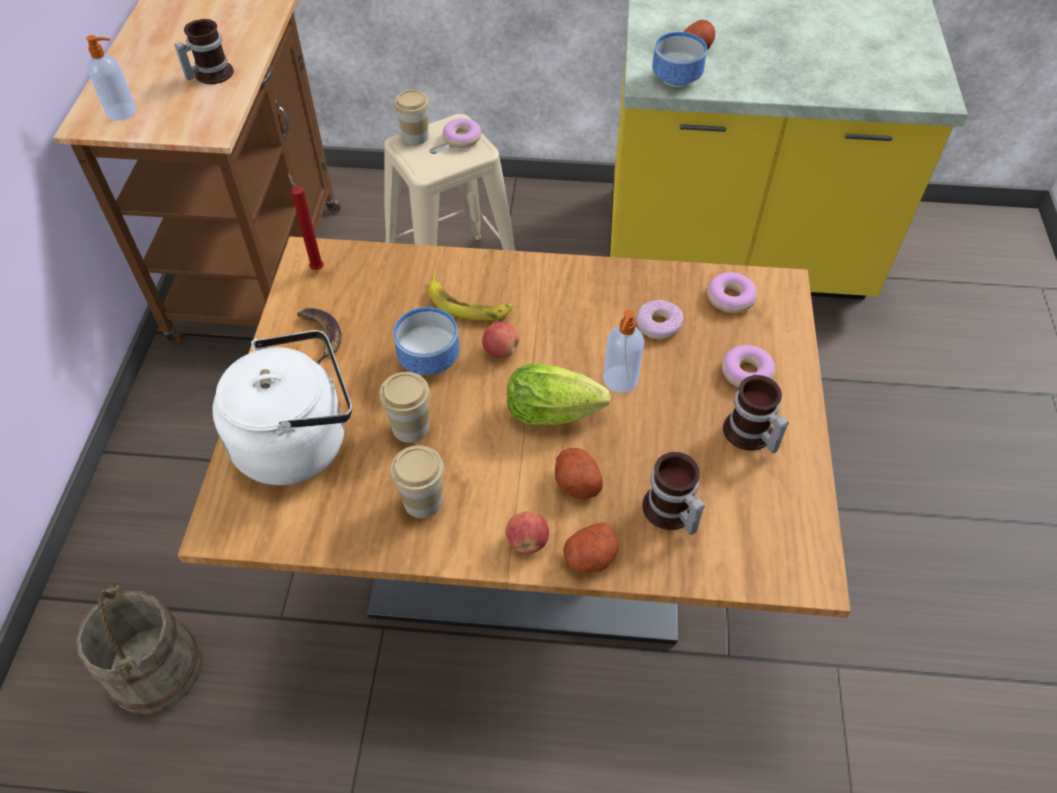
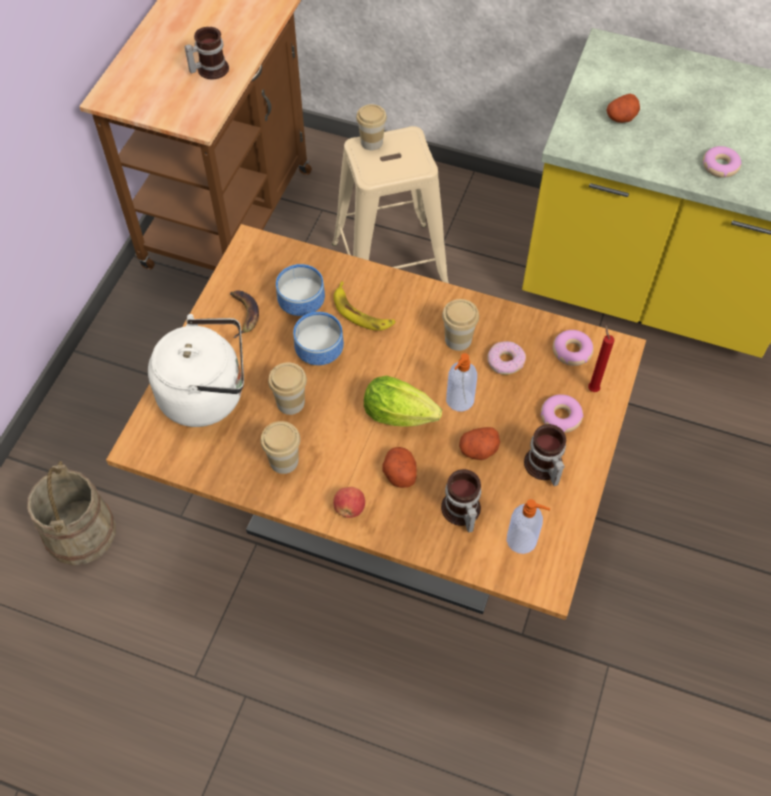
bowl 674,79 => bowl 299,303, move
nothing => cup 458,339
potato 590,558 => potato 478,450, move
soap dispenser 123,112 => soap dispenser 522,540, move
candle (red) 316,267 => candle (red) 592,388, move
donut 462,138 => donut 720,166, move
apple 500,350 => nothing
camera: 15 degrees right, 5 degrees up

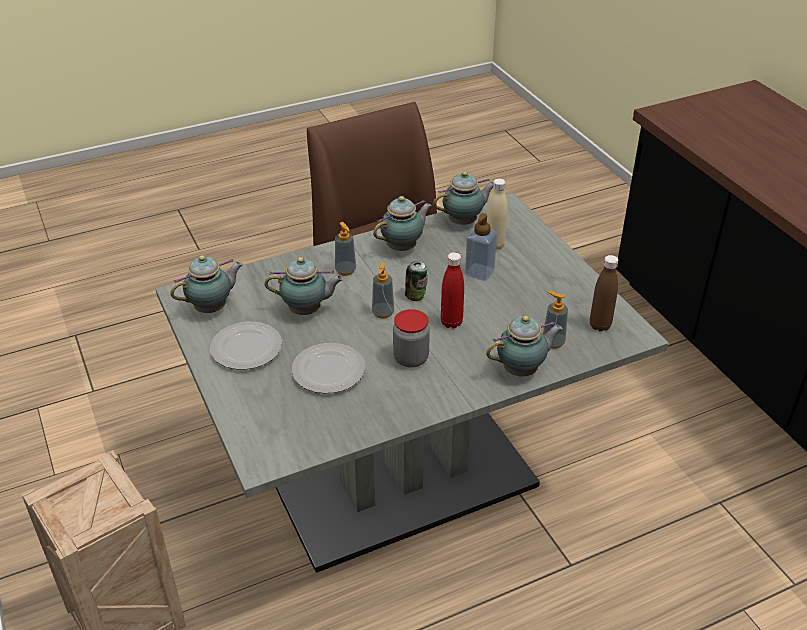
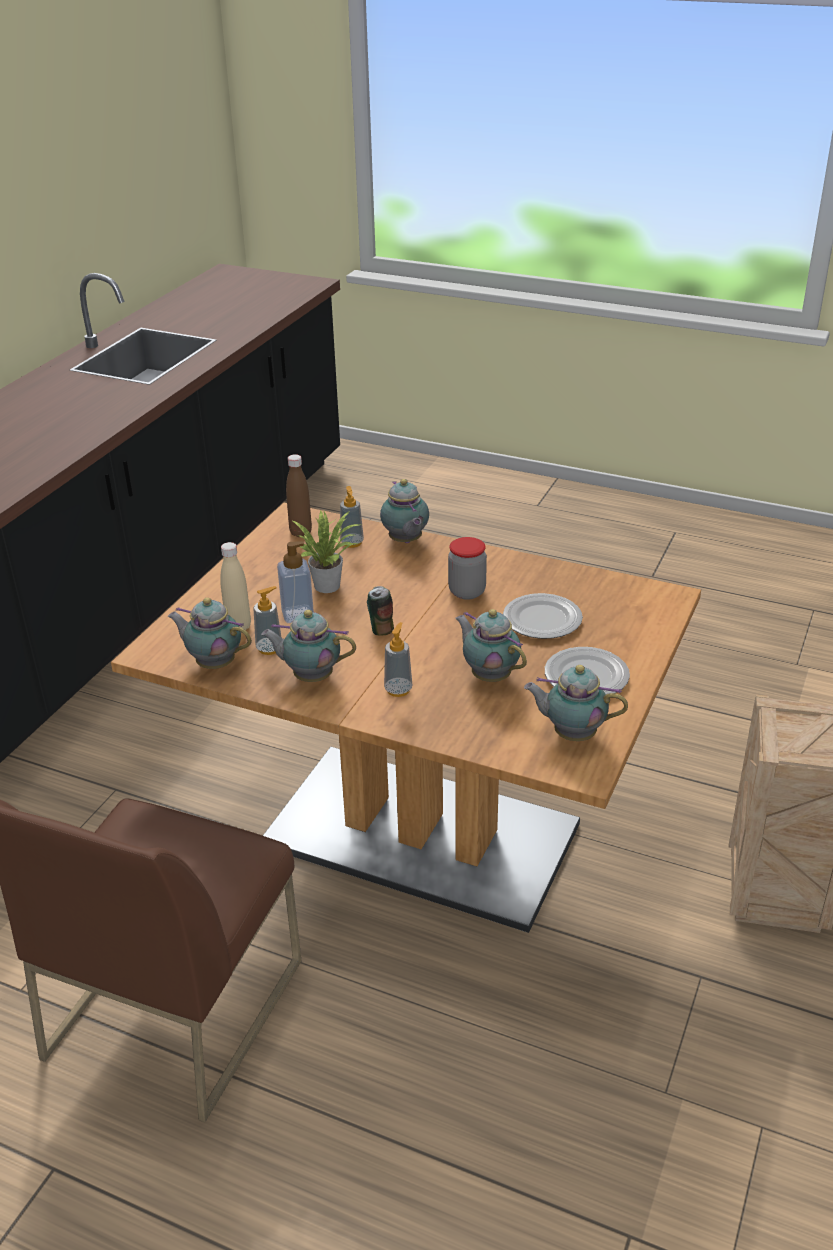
dining table (grey) 403,481 => dining table (brown) 421,835
soap dispenser 383,313 => soap dispenser 269,648, move
nothing => potted plant 330,585
teapot 522,370 => teapot 405,541, 135 degrees counterclockwise
bottle (red) 451,322 => nothing
camera: 130 degrees left, 5 degrees down

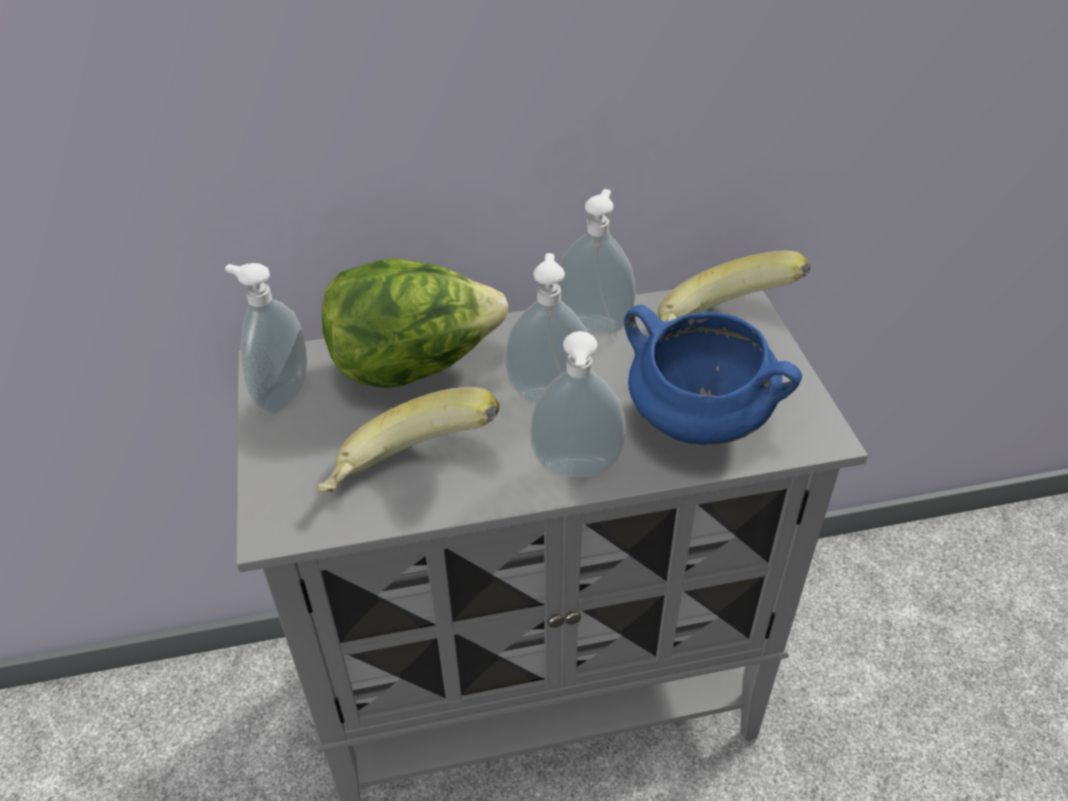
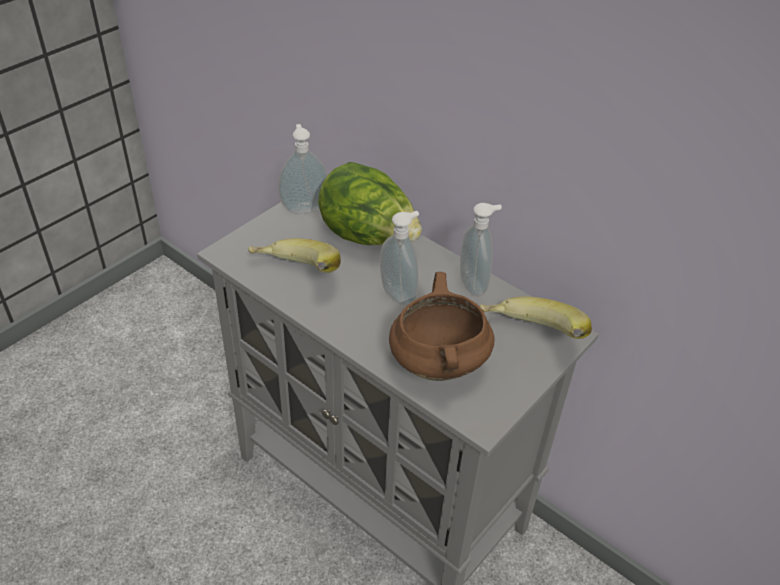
cooking pot (blue) 695,422 => cooking pot (brown) 437,362
soap dispenser 576,471 => nothing
camera: 50 degrees right, 0 degrees up

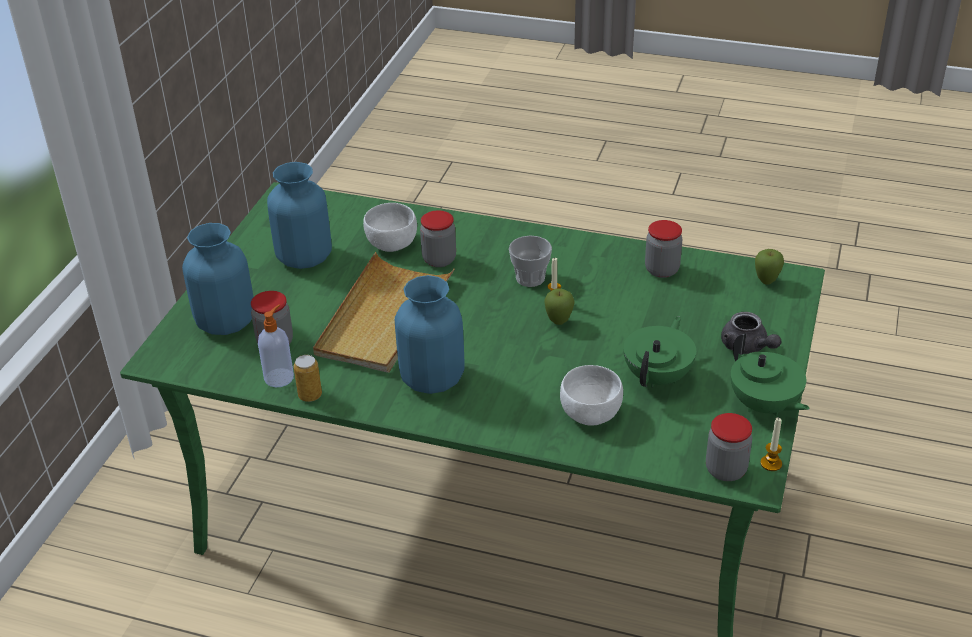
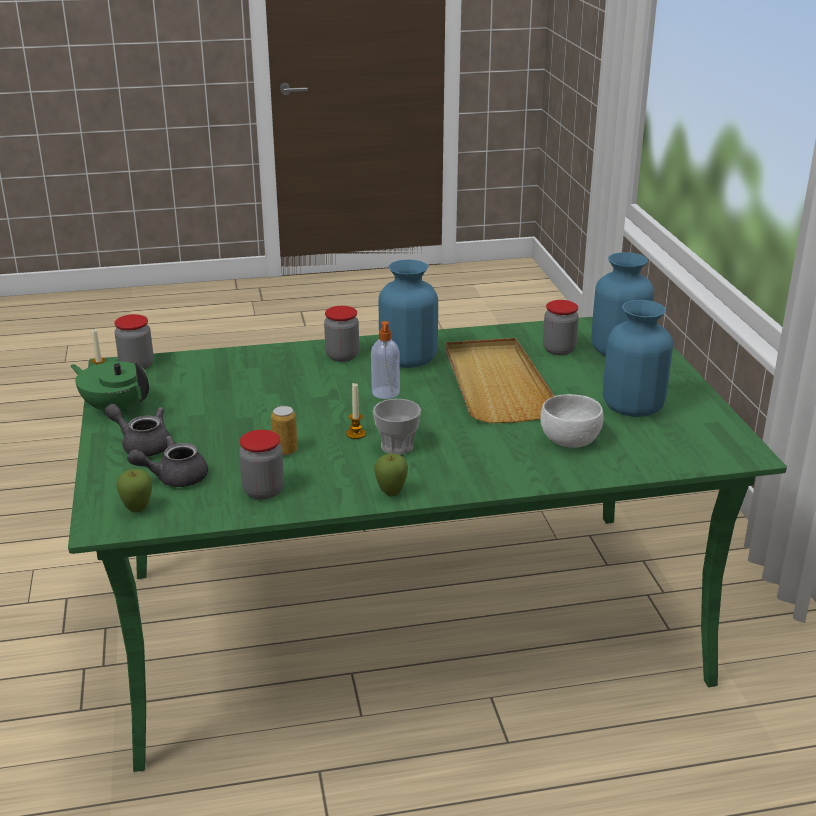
nothing => teapot (grey) 174,477
can 310,395 => can 285,450, move
jar 439,259 => jar 342,356, move
soap dispenser 279,377 => soap dispenser 385,393, move
apple 559,322 => apple 391,493, move
bowl (white) 590,413 => nothing
teapot (green) 658,376 => nothing
camera: 150 degrees right, 10 degrees down

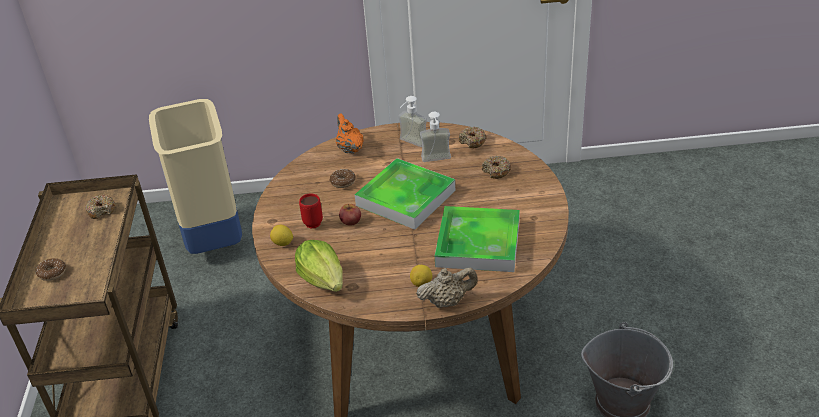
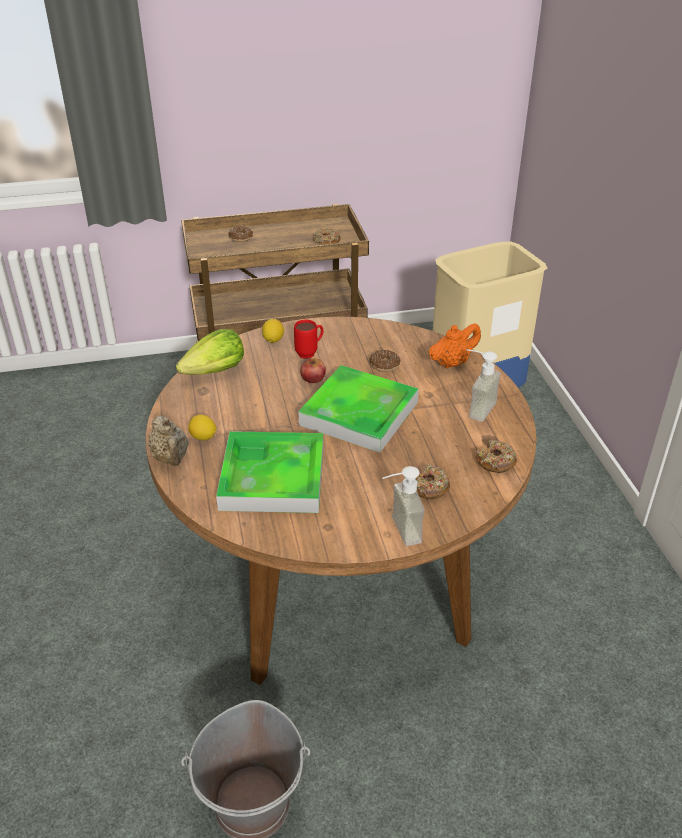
soap dispenser 437,161 => soap dispenser 397,531, move
camera: 80 degrees right, 0 degrees up

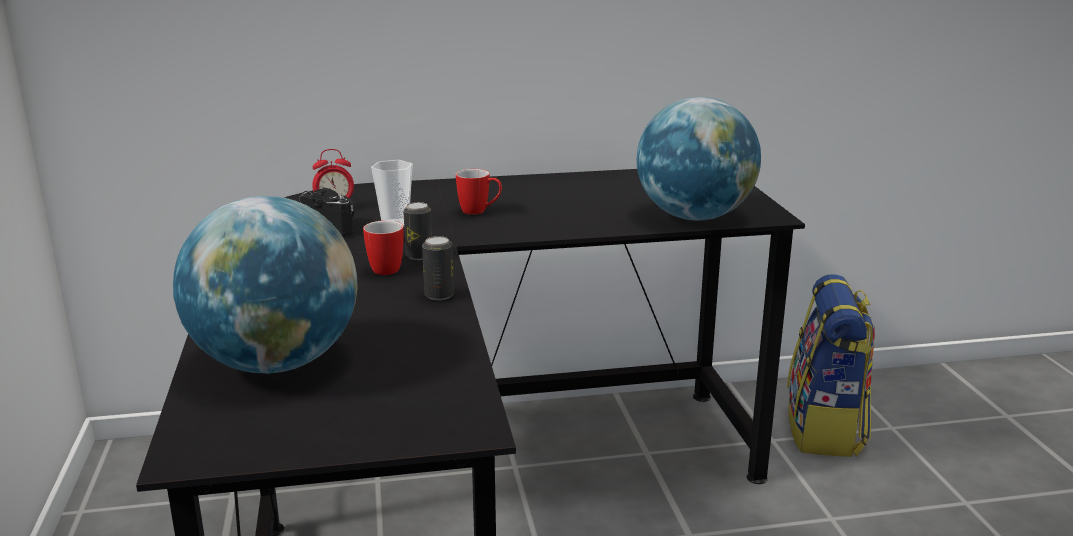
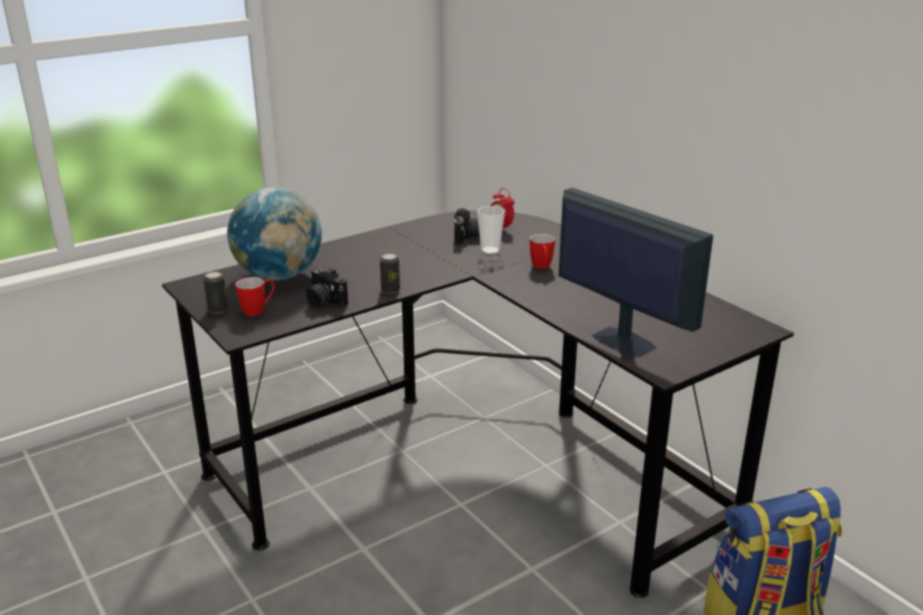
can 419,256 => can 217,310, move
mug 385,267 => mug 258,310, move
nothing => photo camera 324,301
globe 694,217 => monitor 622,341
camera: 65 degrees right, 5 degrees up

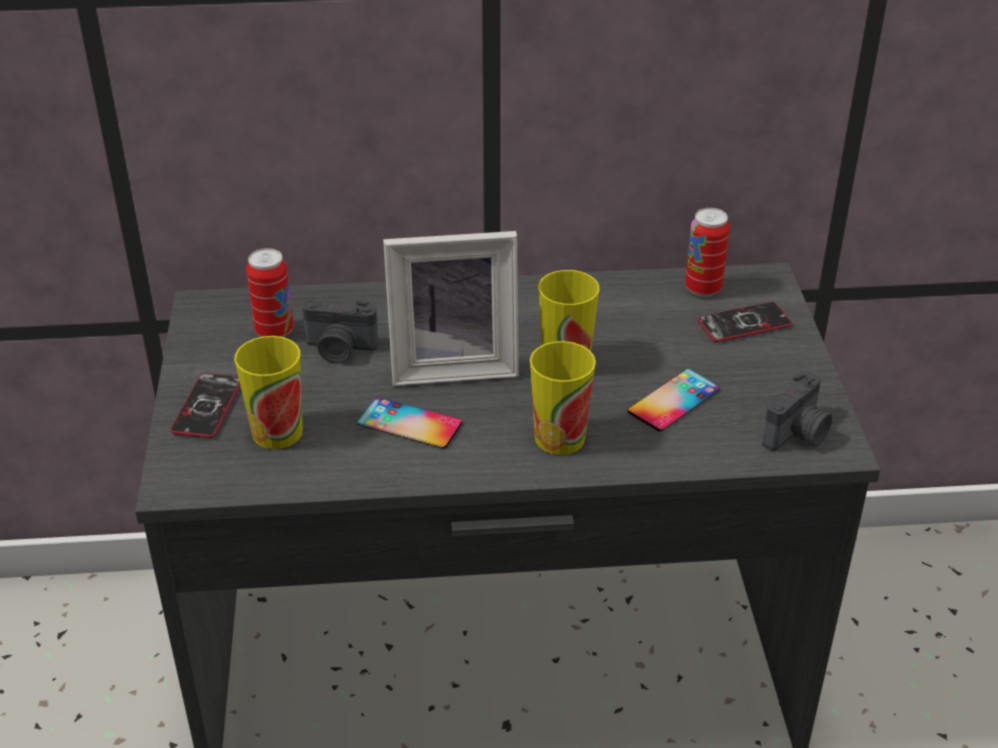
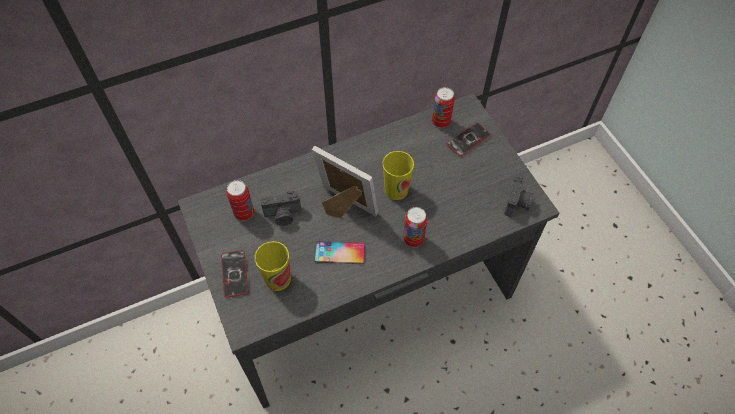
picture frame 453,365 => picture frame 343,208, 120 degrees counterclockwise
cup 559,438 => can 413,239
phone 673,400 => nothing
camera: 20 degrees left, 20 degrees up

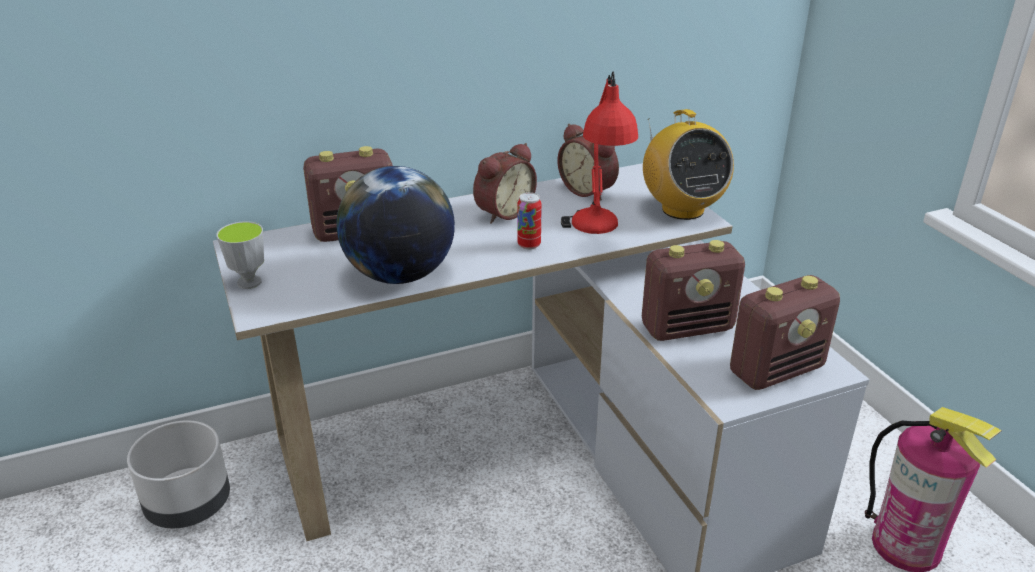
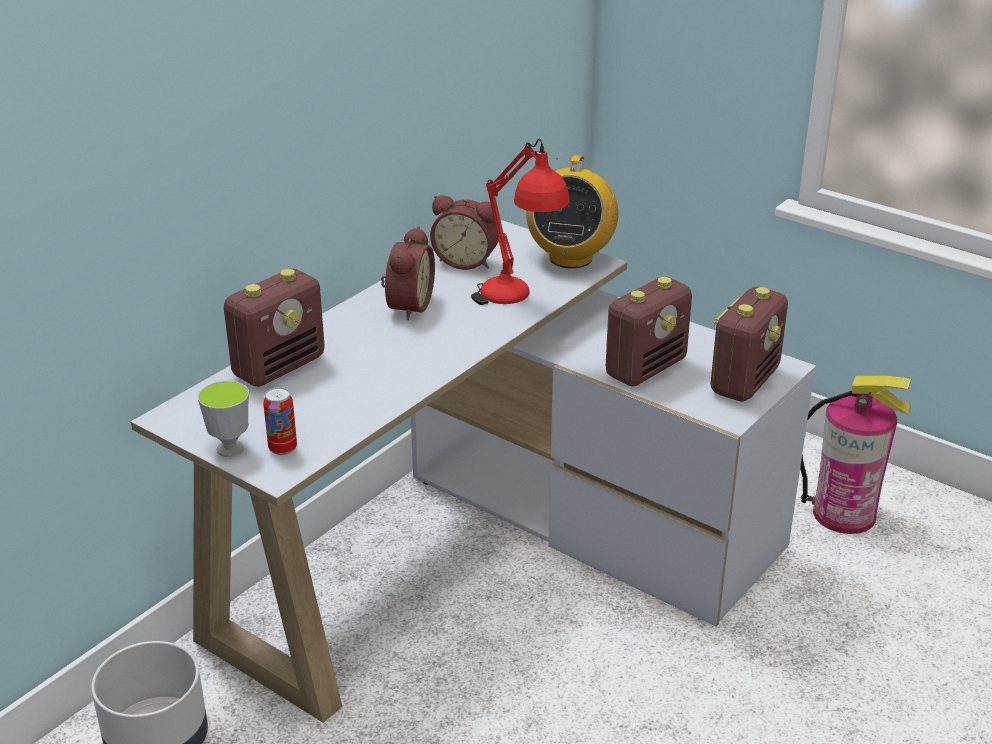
can 529,245 => can 282,449, move
radio 682,209 => radio 570,258, 60 degrees clockwise
globe 400,275 => nothing
camera: 30 degrees left, 0 degrees up

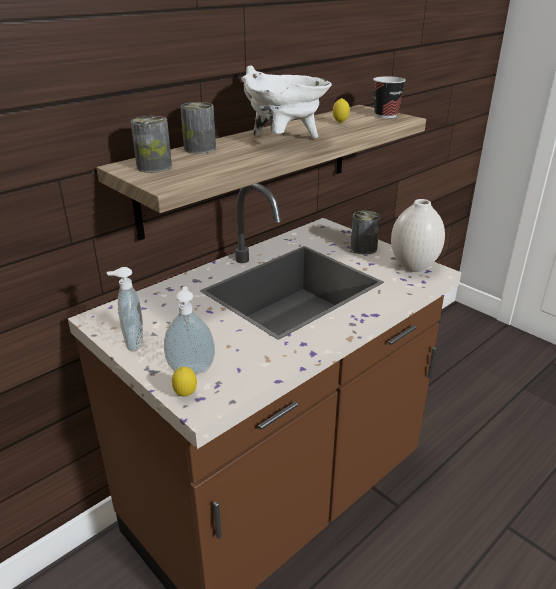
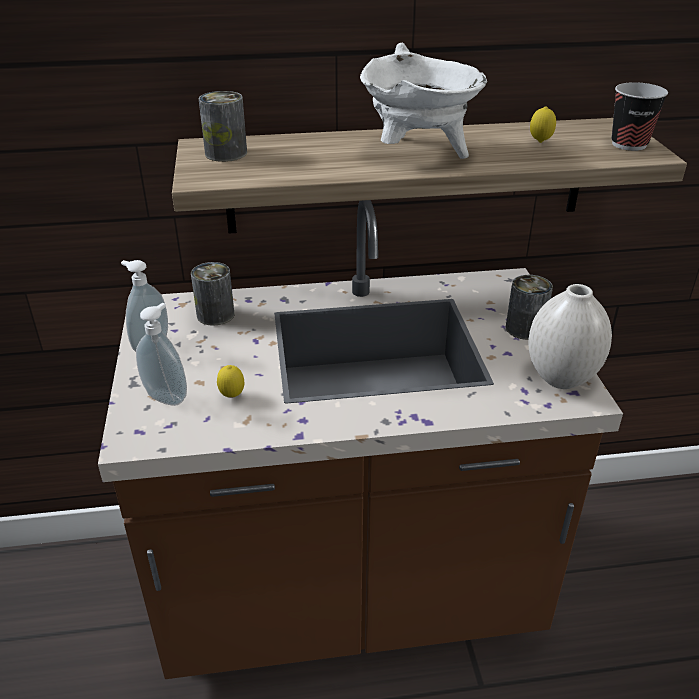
can 200,149 => can 215,315, move
lemon 185,395 => lemon 232,396, move
camera: 35 degrees right, 5 degrees up

